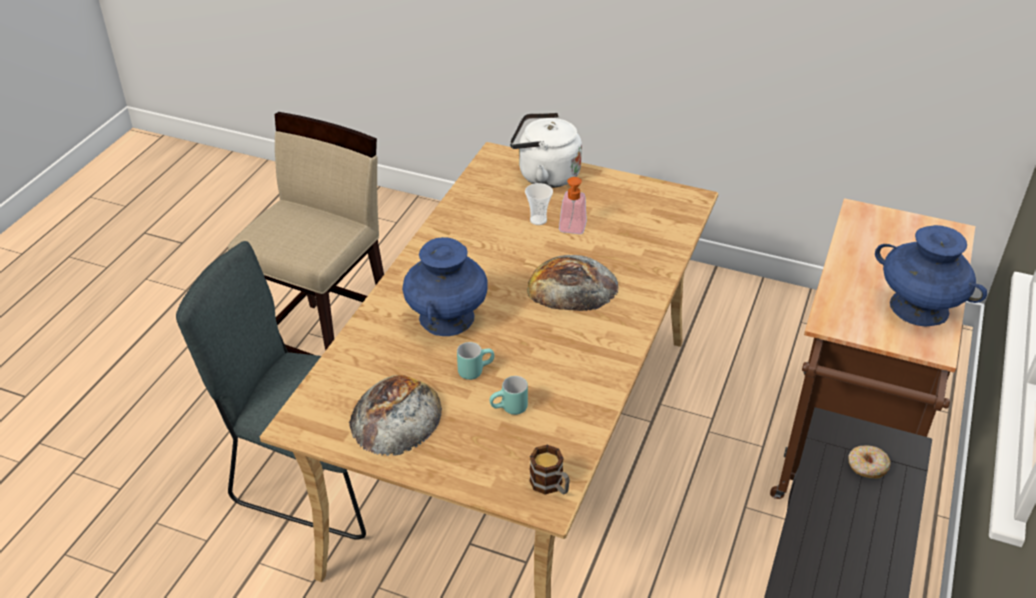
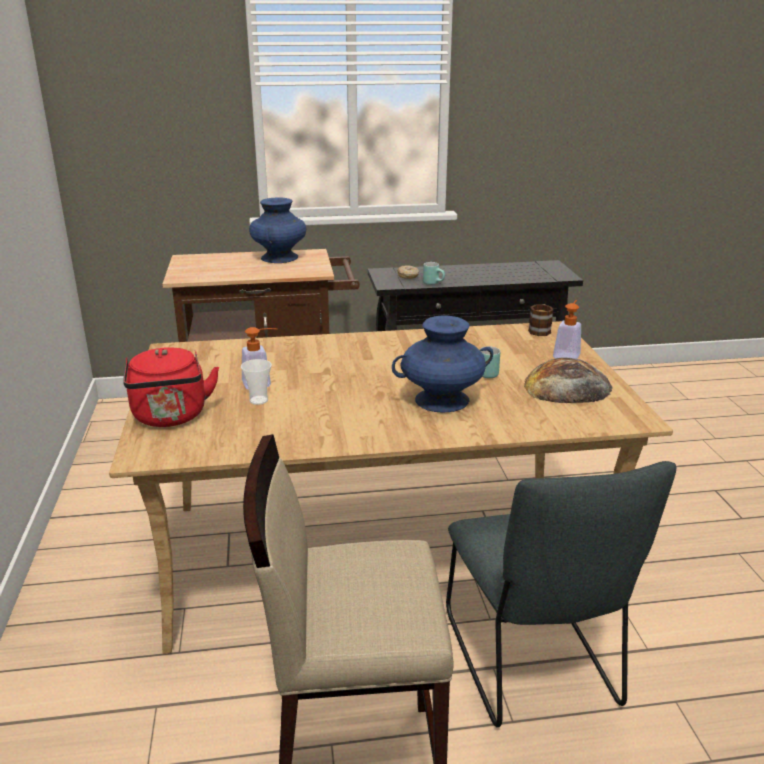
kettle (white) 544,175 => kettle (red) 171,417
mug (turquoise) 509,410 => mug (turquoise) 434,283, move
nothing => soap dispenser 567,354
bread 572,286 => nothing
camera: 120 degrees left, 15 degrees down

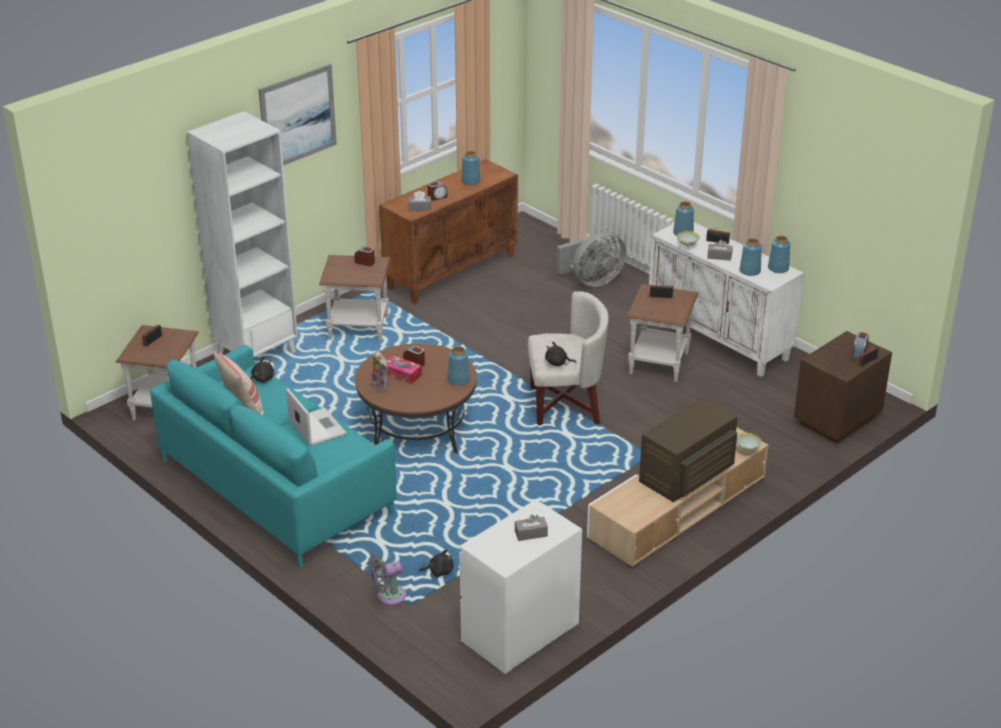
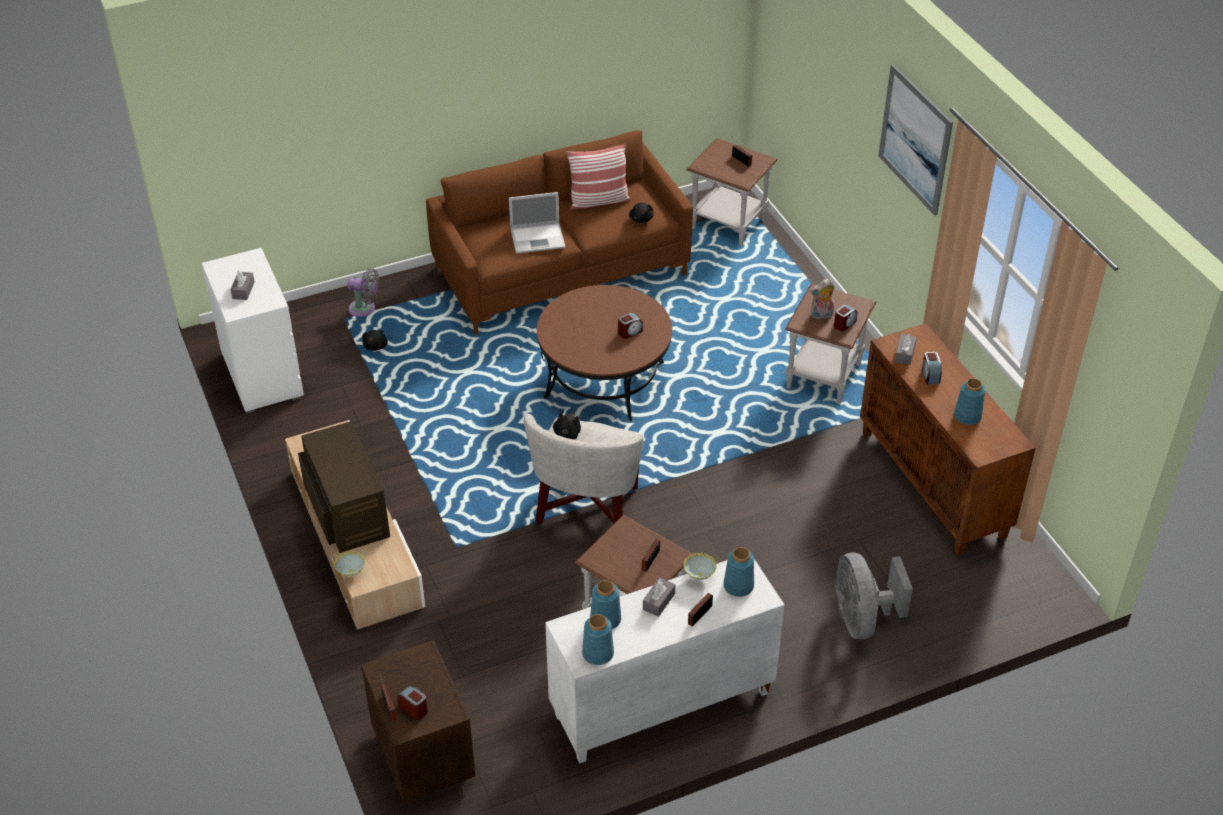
fan (grey) 388,596 => fan (grey) 365,309, 105 degrees clockwise
sofa (turquoise) 276,486 => sofa (brown) 561,271
plush toy 381,387 => plush toy 821,315, move
bookcase (white) 256,353 => nothing
tissue box 401,374 => nothing
vase (blue) 458,380 => nothing
camera: 110 degrees right, 10 degrees up

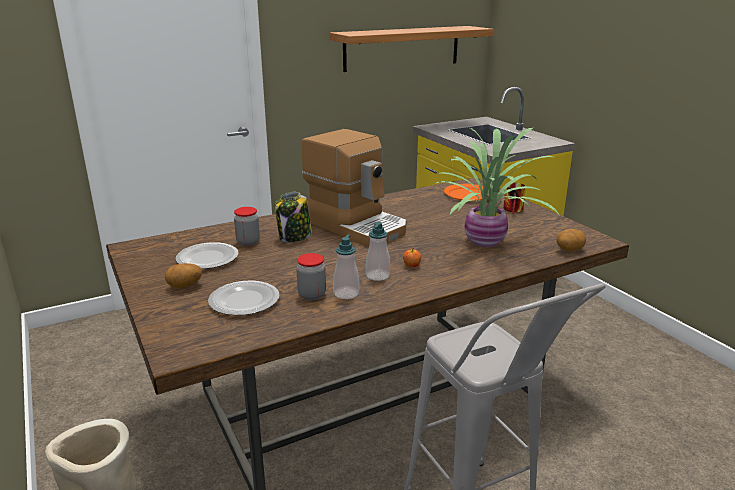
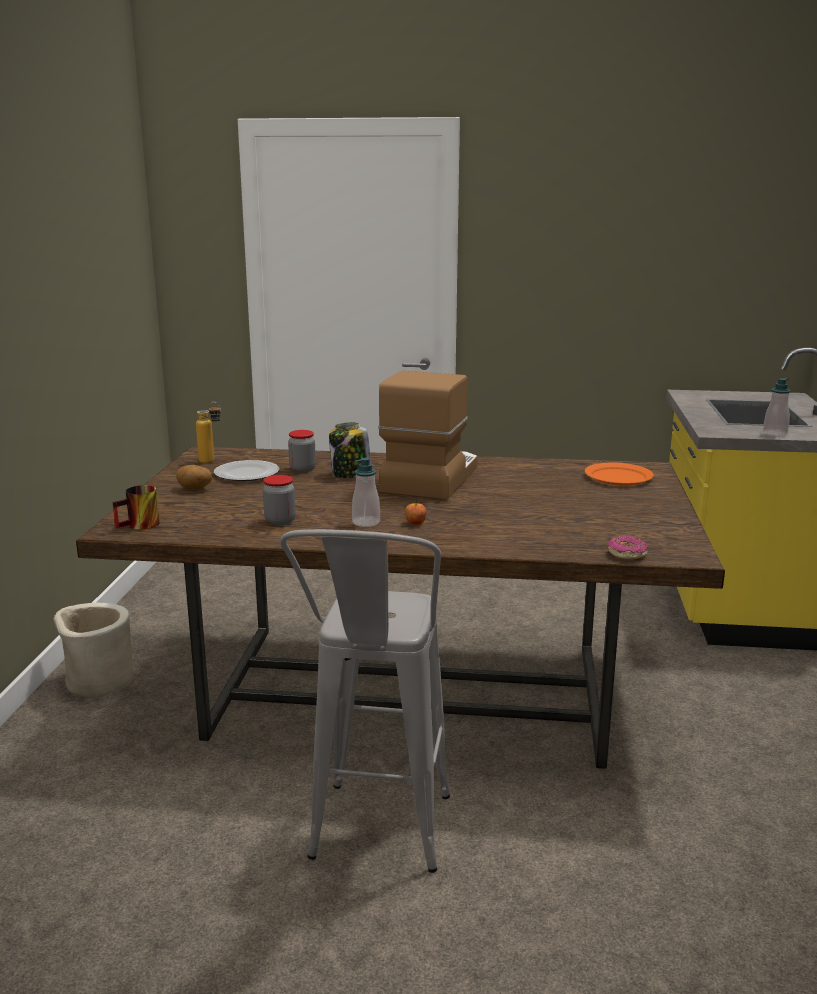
mug 515,210 => mug 140,526, move
nothing => bottle 212,462
coffee machine 357,226 => coffee machine 429,478, 150 degrees counterclockwise
potato 569,250 => donut 627,554
soap dispenser 346,293 => soap dispenser 775,433, move
plate 244,301 => nothing
shelf 402,48 => nothing
potted plant 486,243 => nothing
camera: 35 degrees right, 5 degrees down

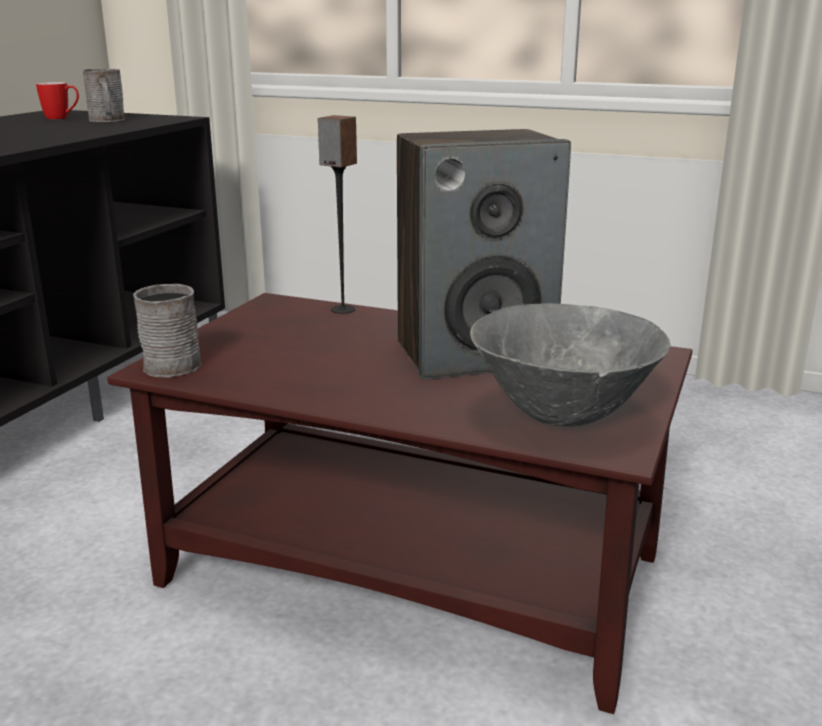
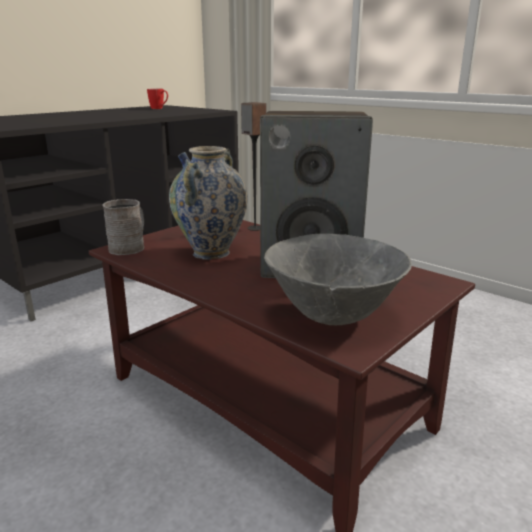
nothing => vase 211,253
mug (grey) 107,120 => nothing
camera: 20 degrees right, 0 degrees up

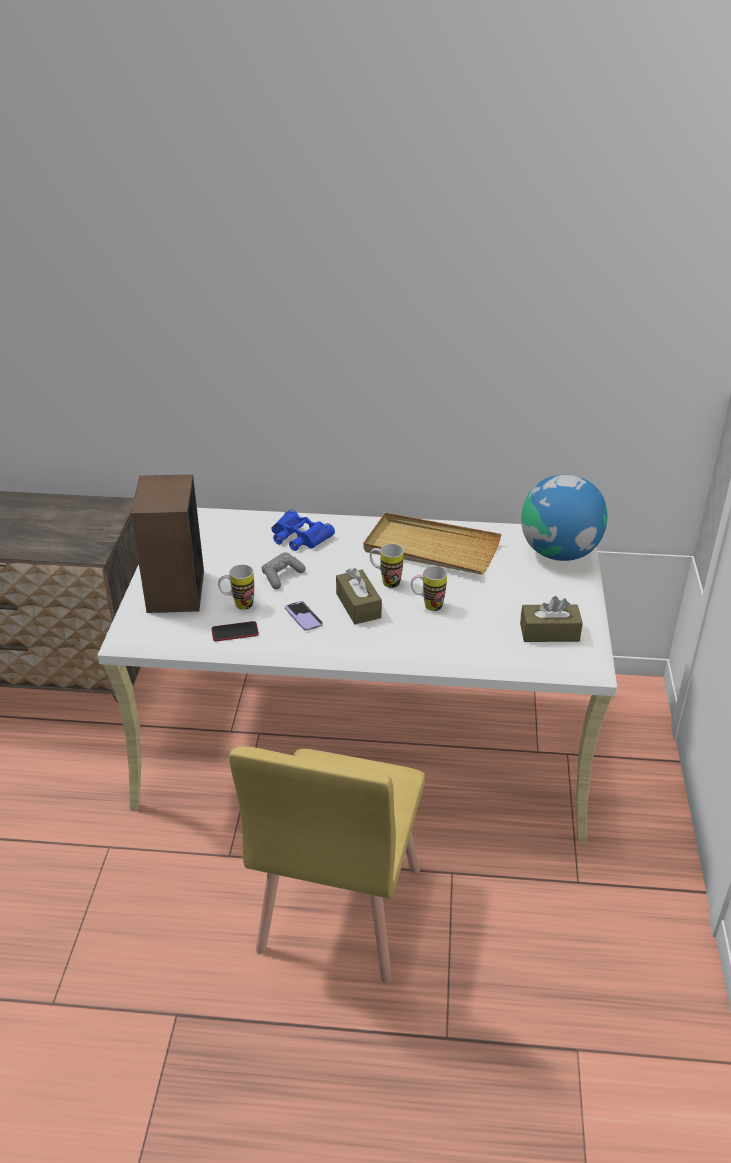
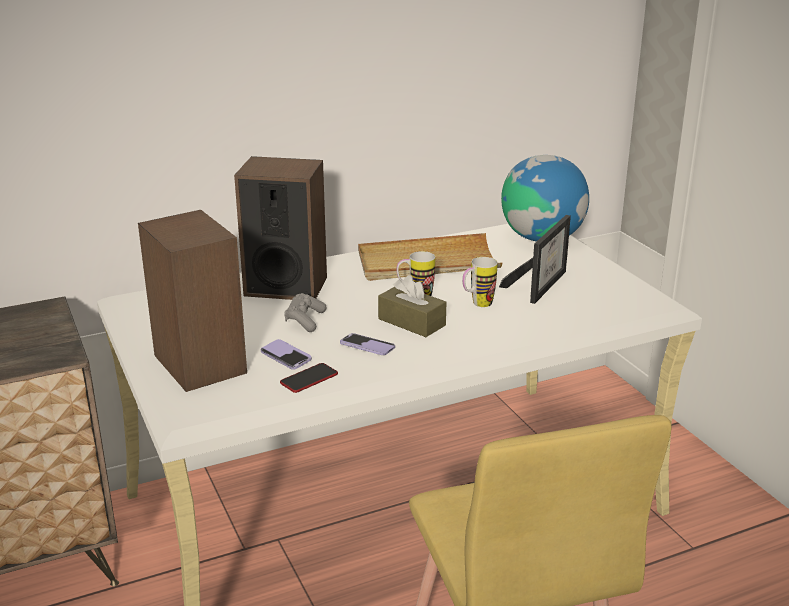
binoculars (blue) 299,537 => speaker 286,286
mug 238,605 => phone 286,356
nothing => picture frame 541,284
tissue box (brown) 549,632 => nothing
camera: 30 degrees left, 10 degrees down

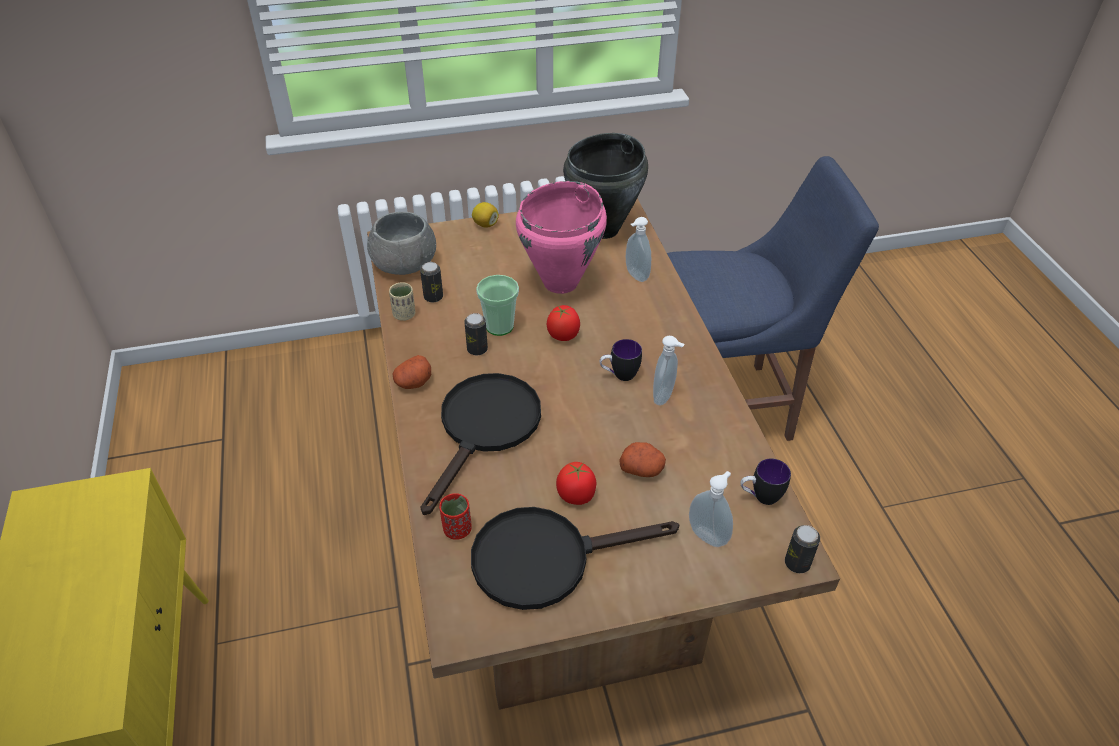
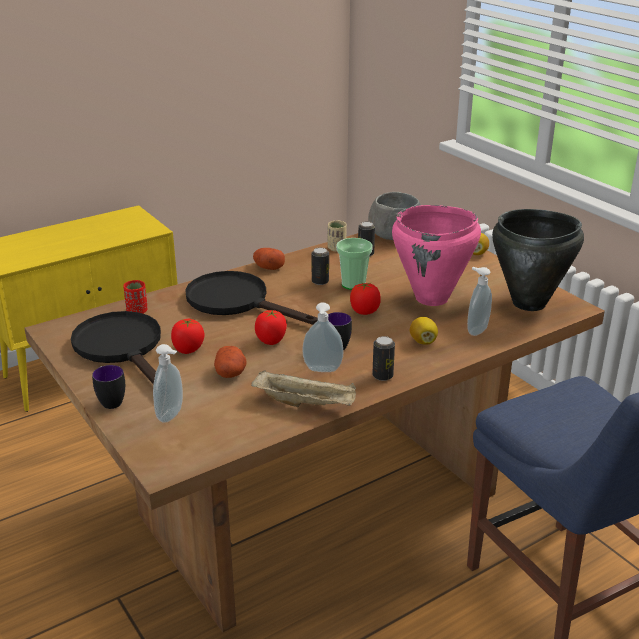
mug 760,497 => mug 110,400, move
frying pan (black) 485,429 => frying pan (black) 237,301, 150 degrees counterclockwise
nothing => tray (beige) 306,403
nothing => tomato 271,341
can 797,563 => can 382,376, move
nothing => lemon 423,341
camera: 70 degrees right, 15 degrees down

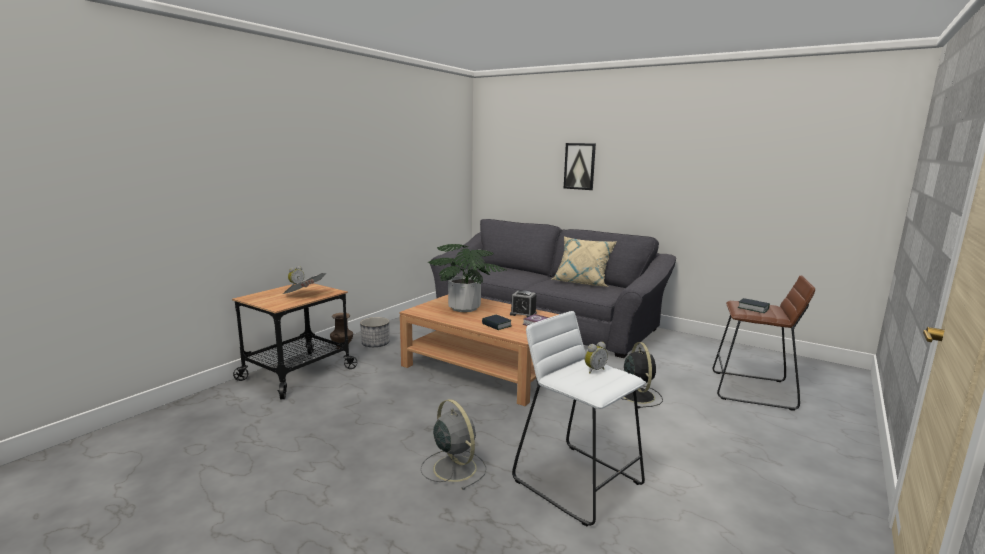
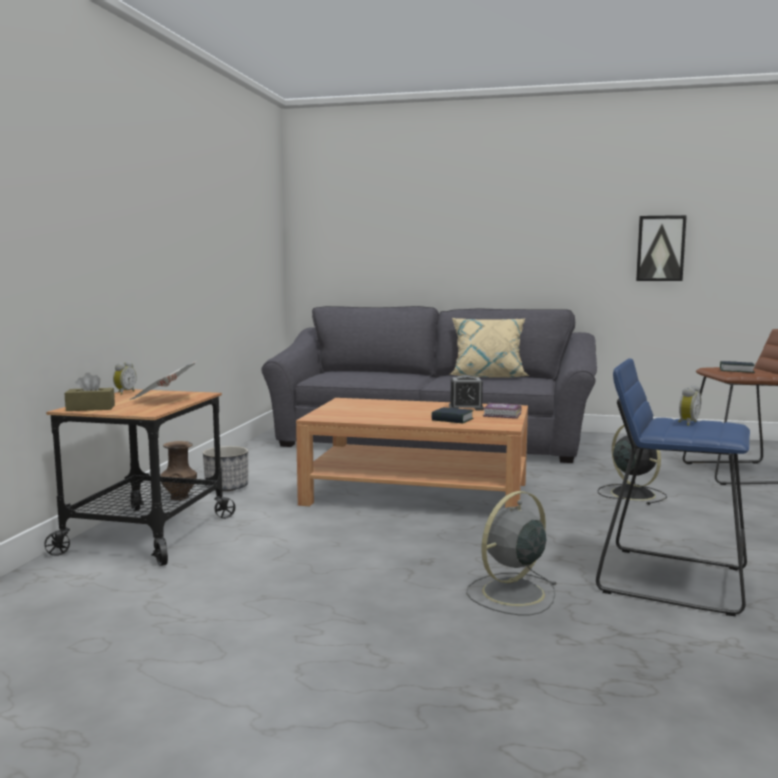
nothing => tissue box (brown) 90,408
fan (grey) 453,467 => fan (grey) 511,593, 75 degrees counterclockwise
stool (white) 578,481 => stool (blue) 672,579
picture 579,166 => picture 660,248, move
potted plant 464,308 => nothing
camera: 20 degrees left, 5 degrees down

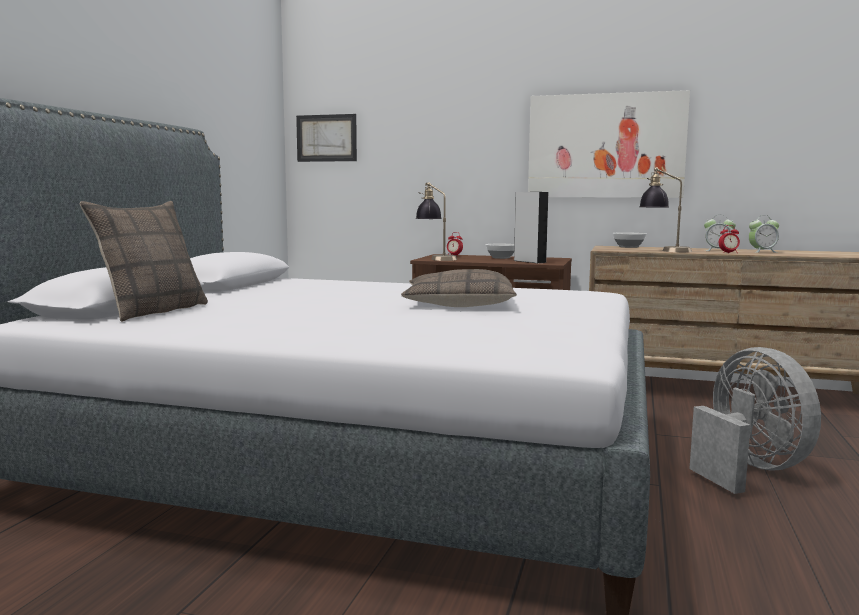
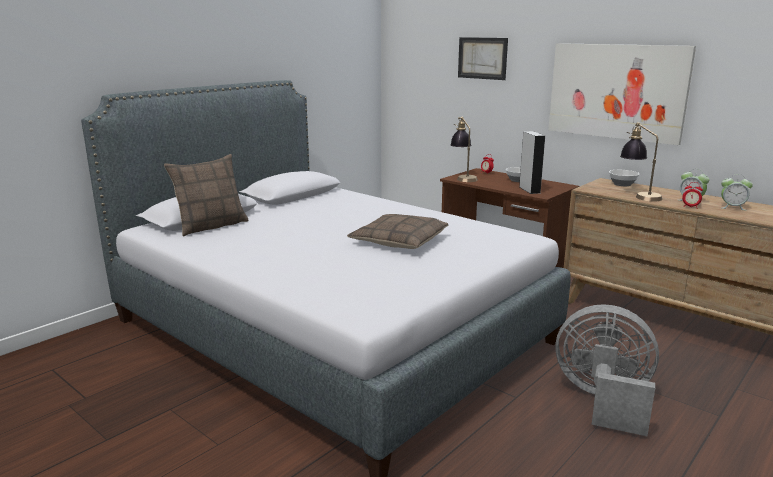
picture 326,138 => picture 482,58, move
fan (grey) 748,469 => fan (grey) 603,400, 75 degrees counterclockwise
camera: 25 degrees right, 10 degrees up

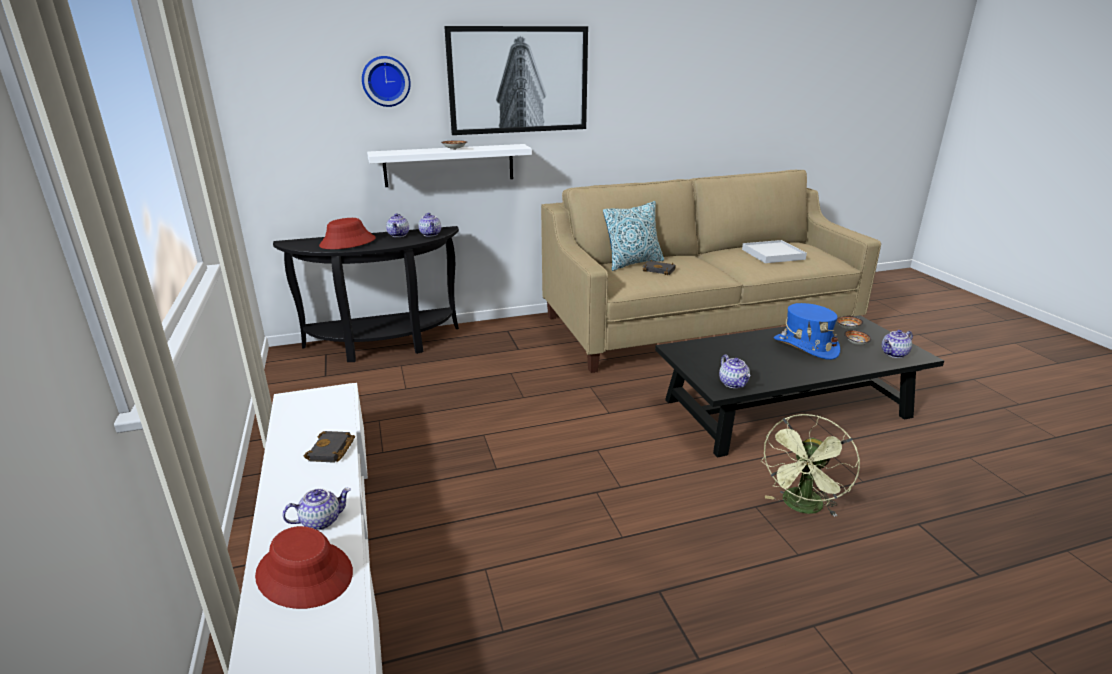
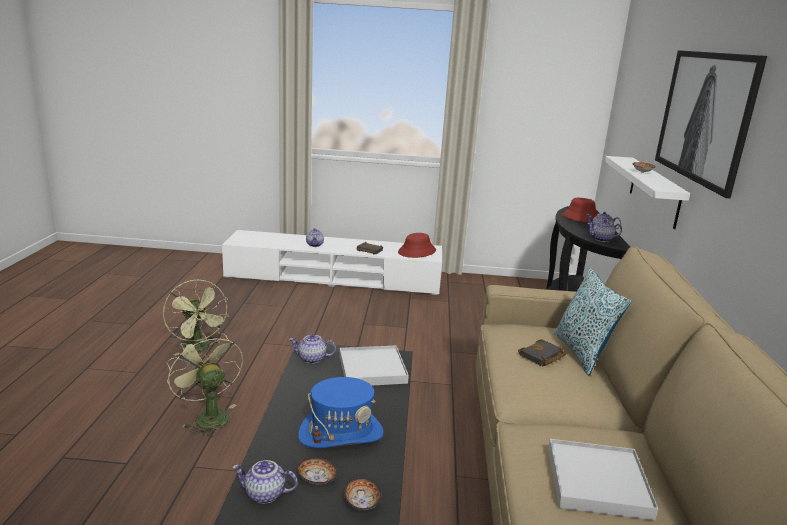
nothing => fan (green) 199,348
teapot 894,354 => teapot 264,495, 75 degrees counterclockwise
nothing => tray (white) 372,369
hat (red) 305,574 => hat (red) 417,251, move
wall clock 386,81 => nothing
camera: 110 degrees right, 5 degrees down

